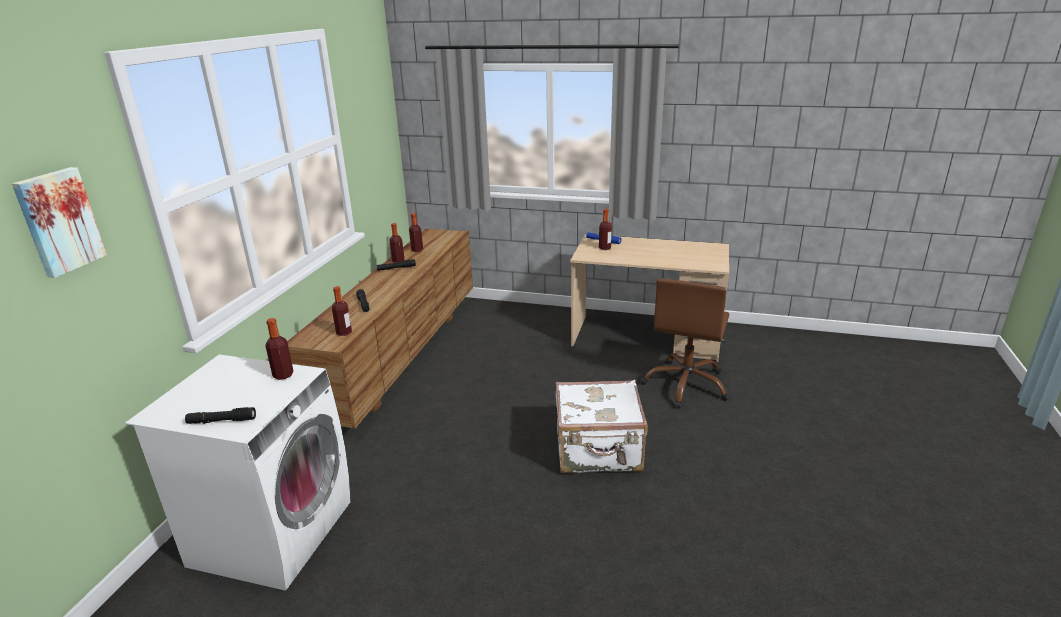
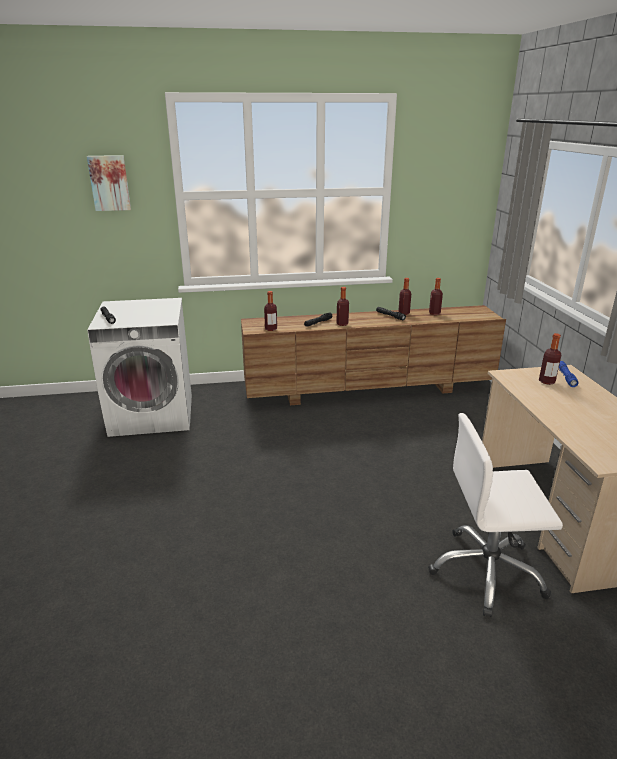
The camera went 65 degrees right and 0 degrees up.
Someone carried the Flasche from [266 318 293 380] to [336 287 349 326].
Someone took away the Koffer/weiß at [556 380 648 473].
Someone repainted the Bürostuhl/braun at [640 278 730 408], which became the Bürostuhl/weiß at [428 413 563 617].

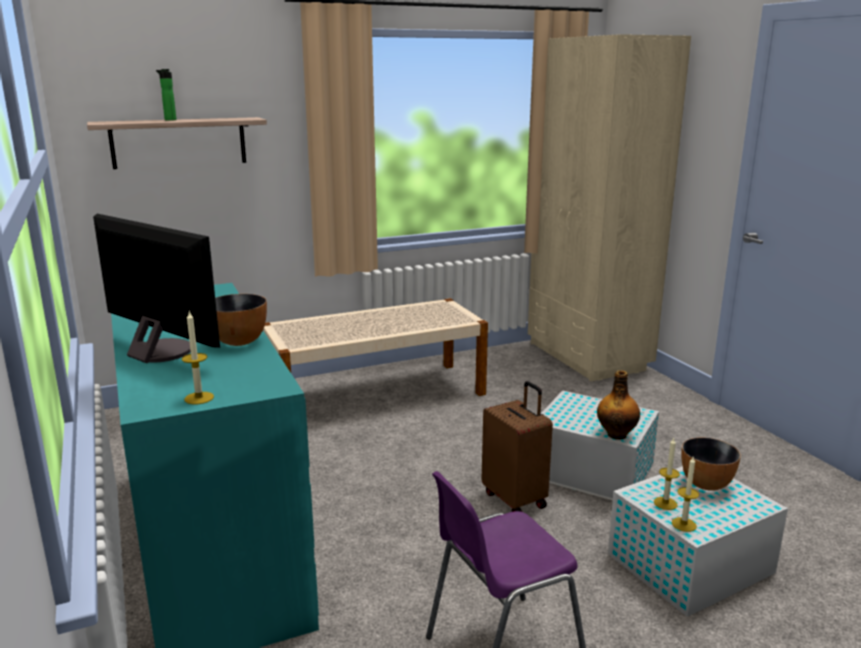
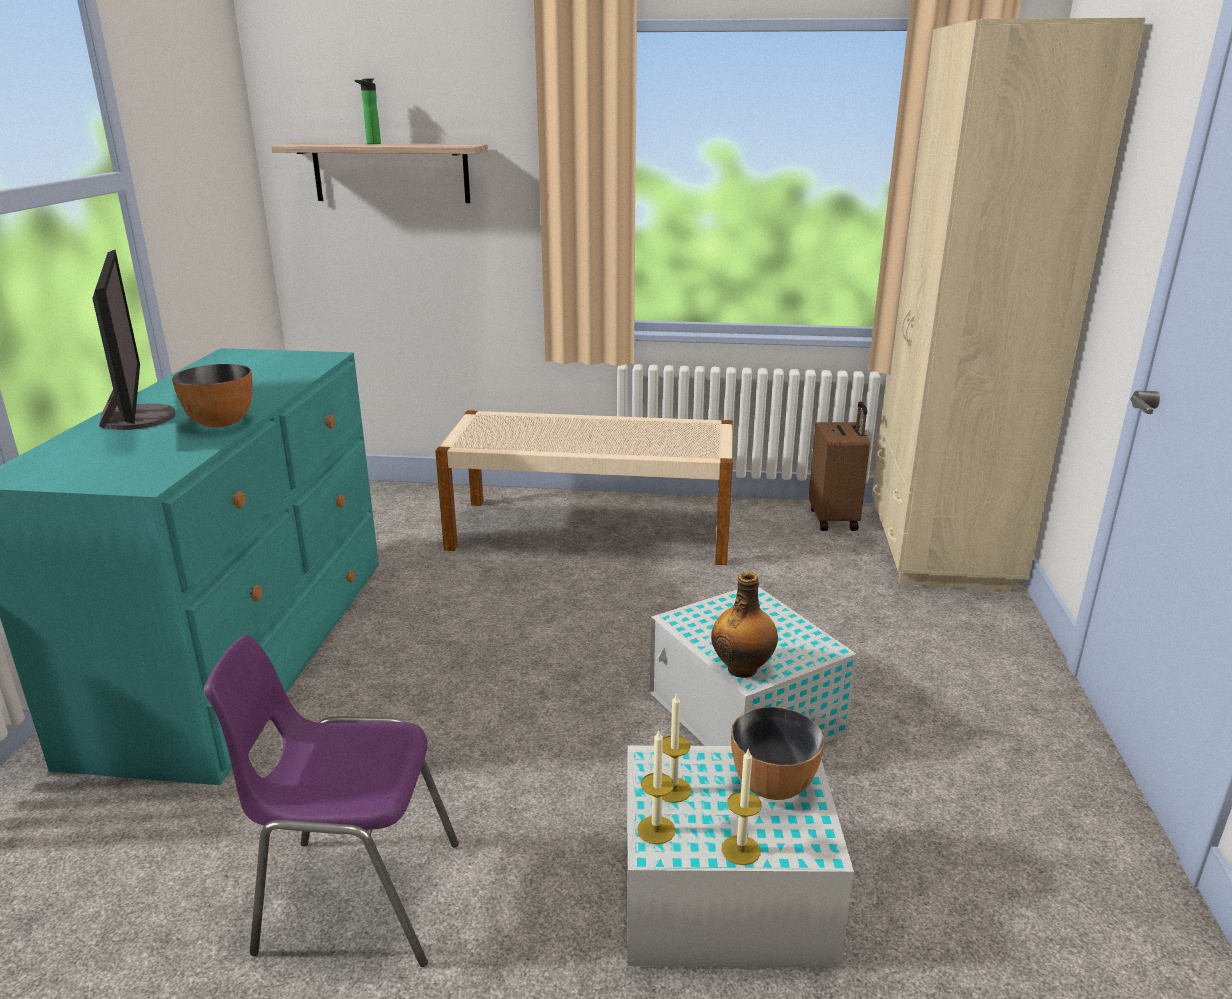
The camera went 30 degrees right and 5 degrees up.
Someone carried the Kerze from [182 312 214 404] to [721 748 761 865].
Someone carried the Koffer/braun from [482 381 553 512] to [809 402 870 531].

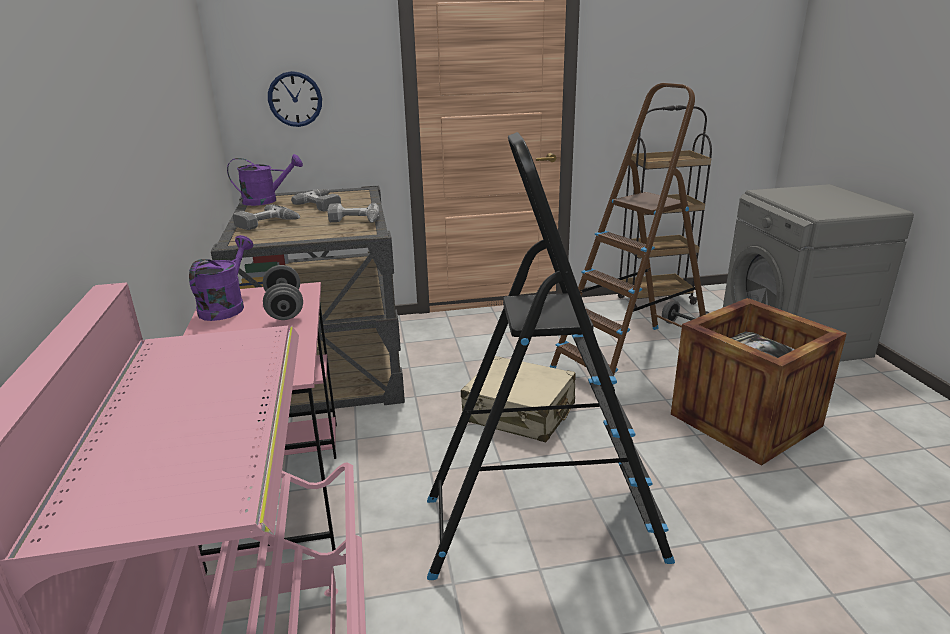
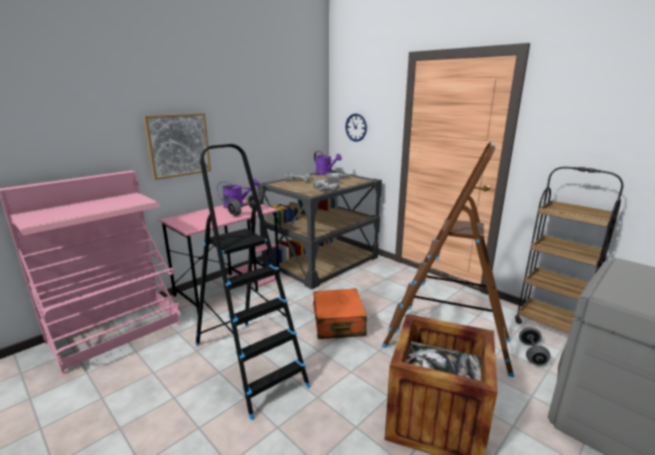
The camera went 55 degrees right and 5 degrees down.
Someone repainted the Koffer/beige at [461 356 576 442], which became the Koffer/orange at [312 288 367 339].
Someone put up the Bild at [143 113 211 180].

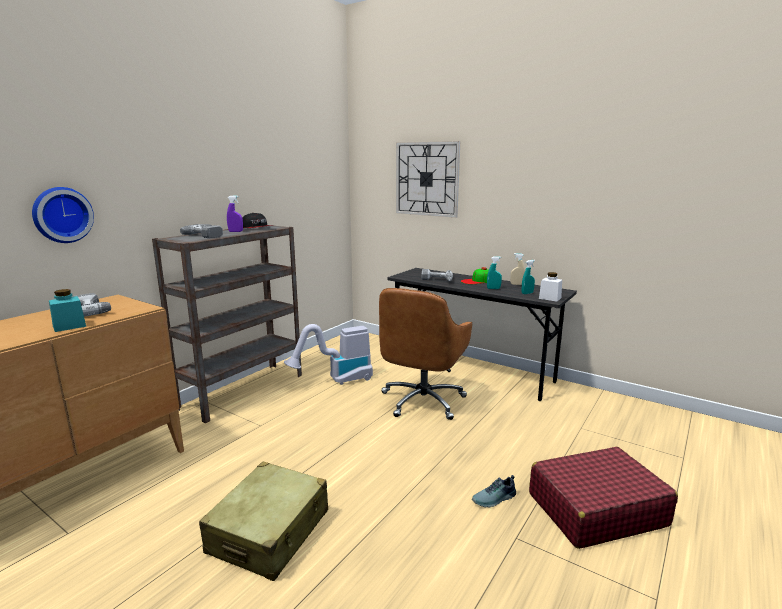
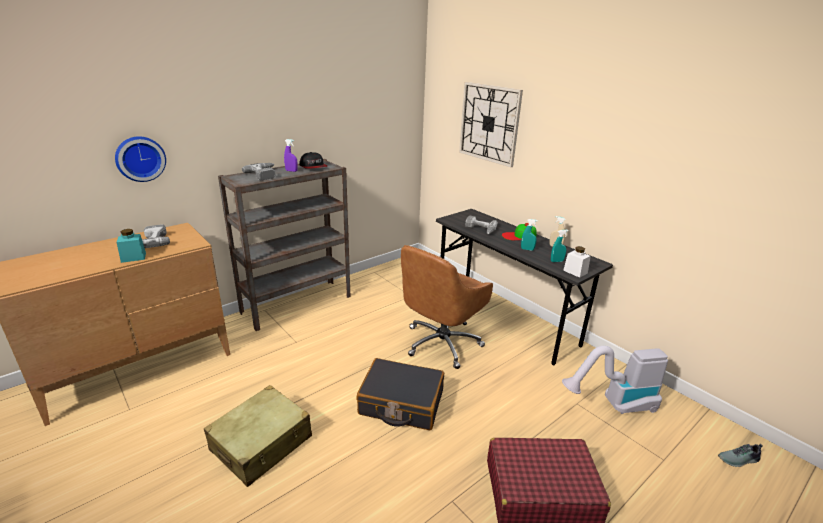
The camera went 15 degrees right and 10 degrees up.
Someone carried the Staubsauger from [284 324 373 385] to [562 346 668 414].
Someone carried the Schuh from [472 475 516 507] to [718 444 763 467].
Someone put down the Koffer/schwarz at [356 358 444 430].

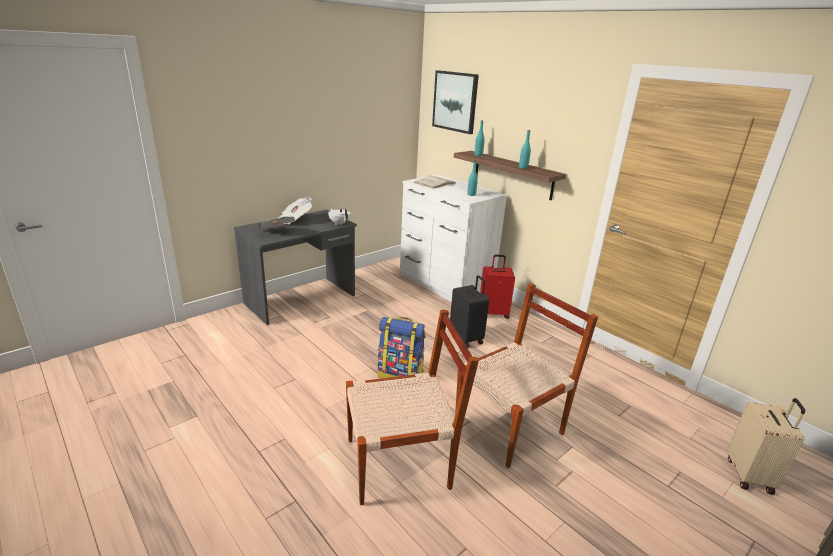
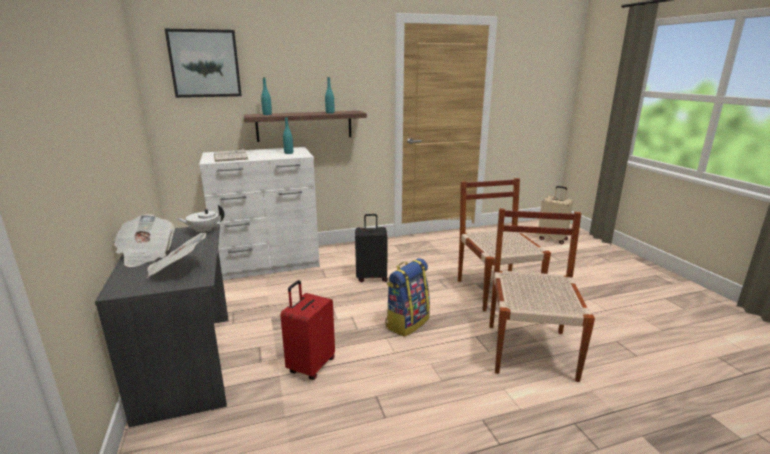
The camera went 65 degrees left and 5 degrees down.
Someone carried the Koffer/rot from [480 255 515 319] to [280 280 335 380].

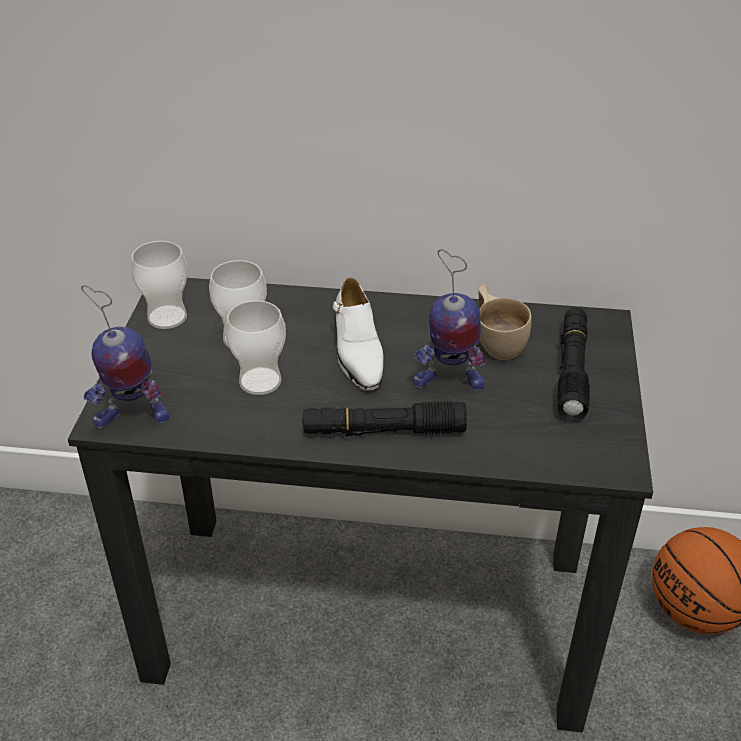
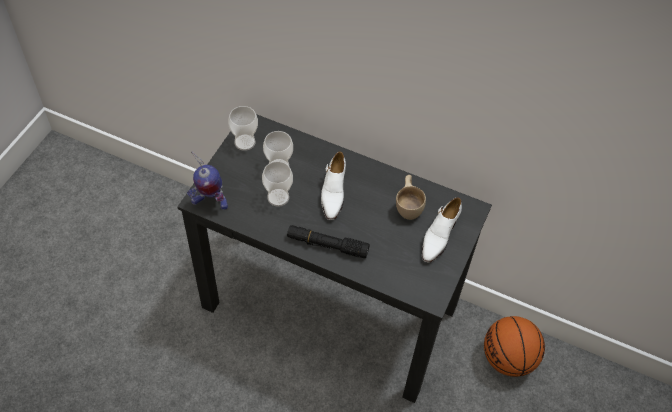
The camera went 15 degrees right and 15 degrees up.
Someone took away the Spielzeugroboter at [412 249 486 390].
Someone swapped the Taschenlampe/schwarz at [557 308 590 421] for the Schuh/weiß at [422 197 462 262].

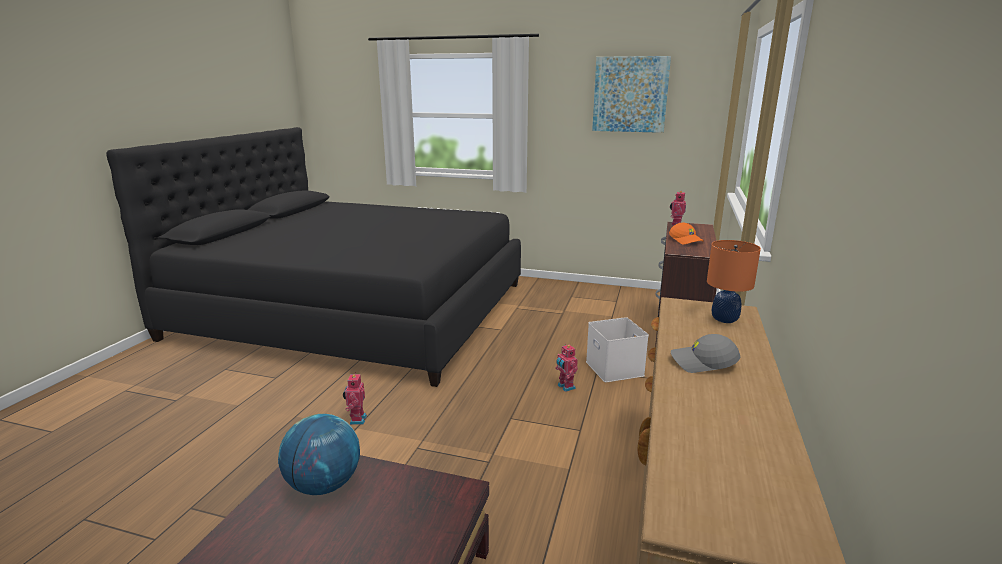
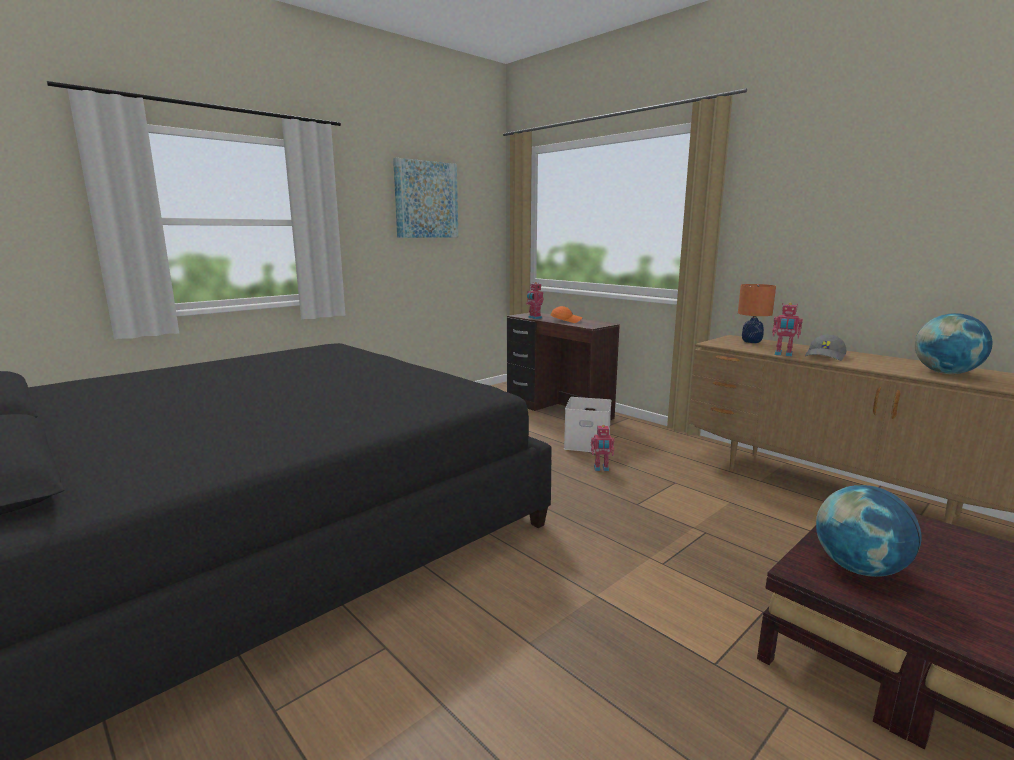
The camera went 60 degrees left and 5 degrees down.
Someone carried the Spielzeugroboter from [343 372 367 425] to [772 303 803 357].
Someone put down the Globus at [915 313 992 374].

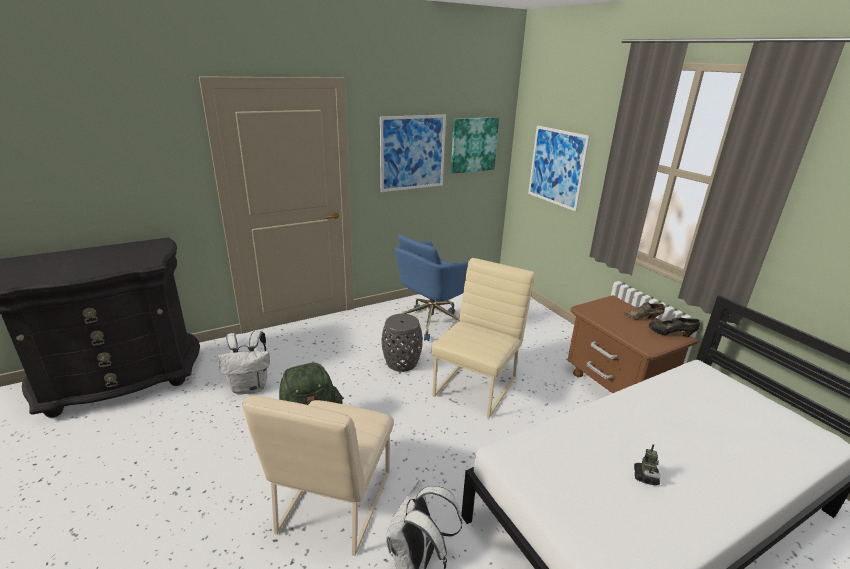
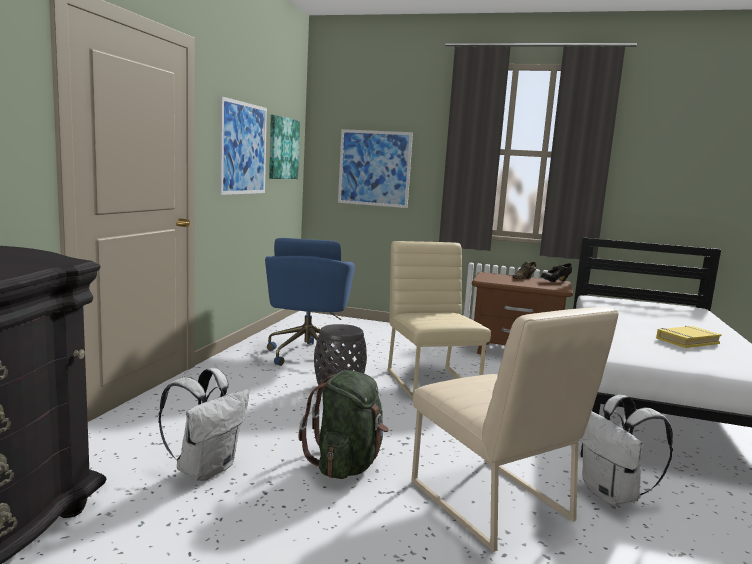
The camera went 45 degrees left and 15 degrees down.
Someone swapped the Spielzeugroboter at [634 444 661 485] for the Buch/gelb at [656 326 722 348].

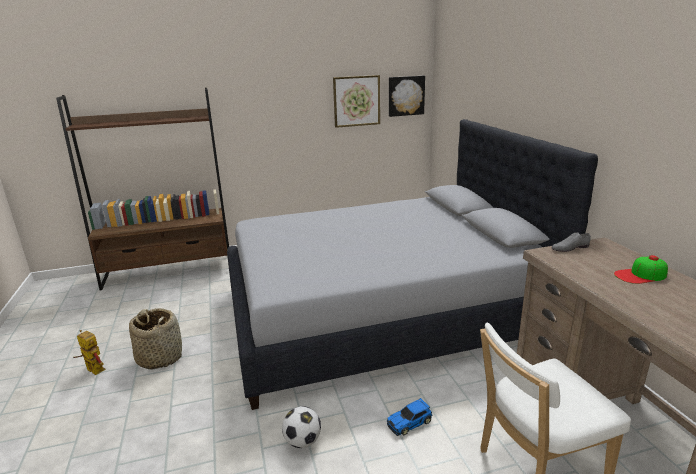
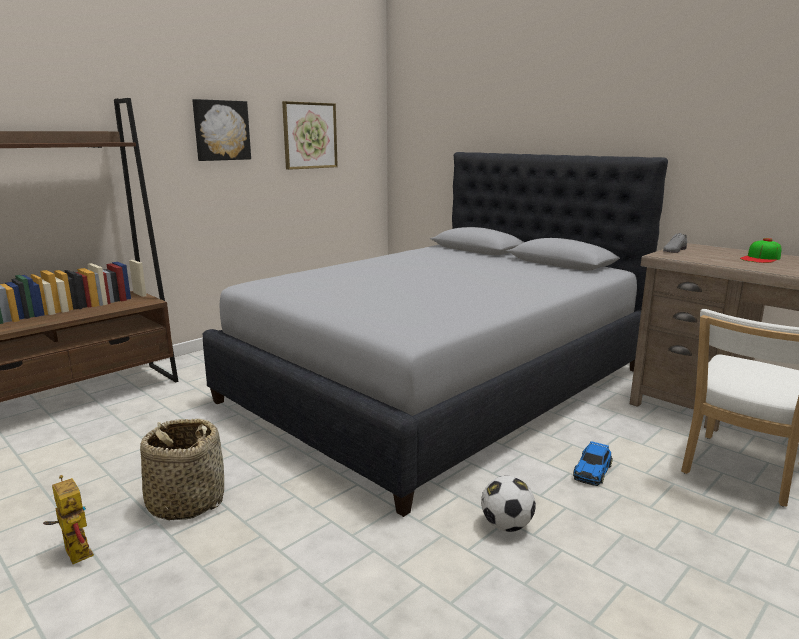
The camera went 30 degrees left and 5 degrees down.
Someone rotated the Spielzeugroboter at [73 330 105 375] by 45 degrees clockwise.
Someone carried the Bild from [389 76 425 117] to [192 99 251 161].

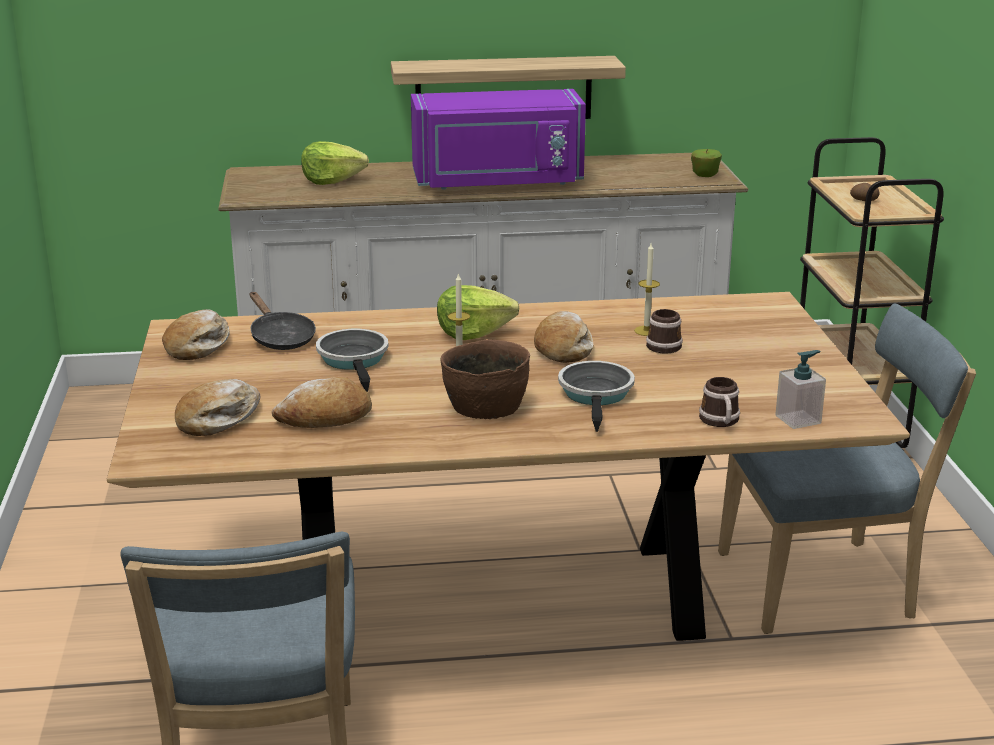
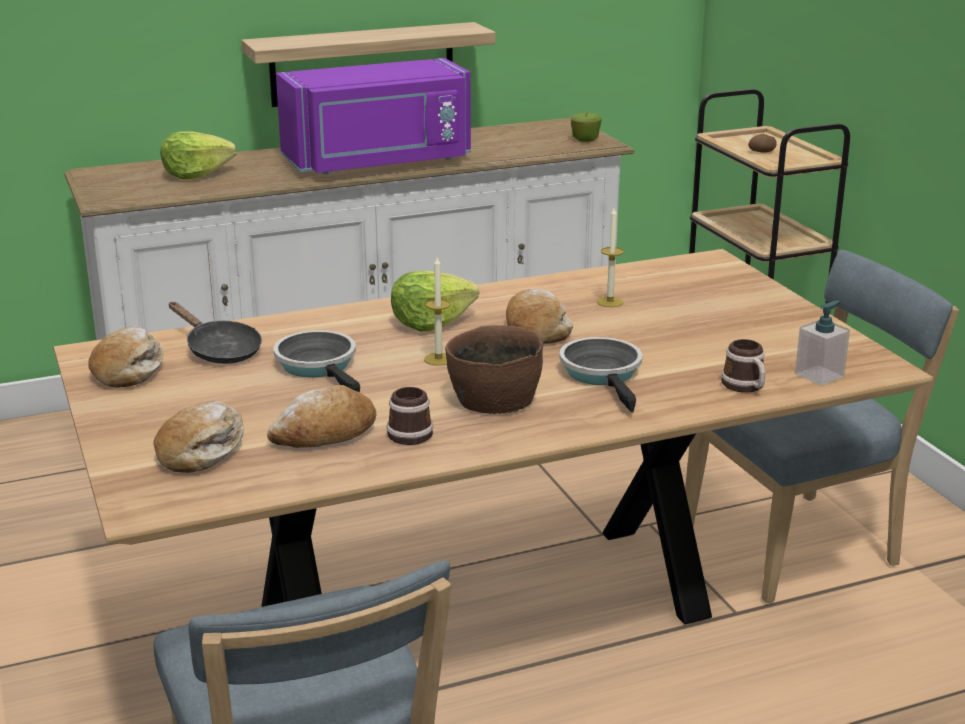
The camera went 15 degrees left and 0 degrees up.
Someone carried the Henkelbecher from [646 309 683 354] to [387 386 433 445].

